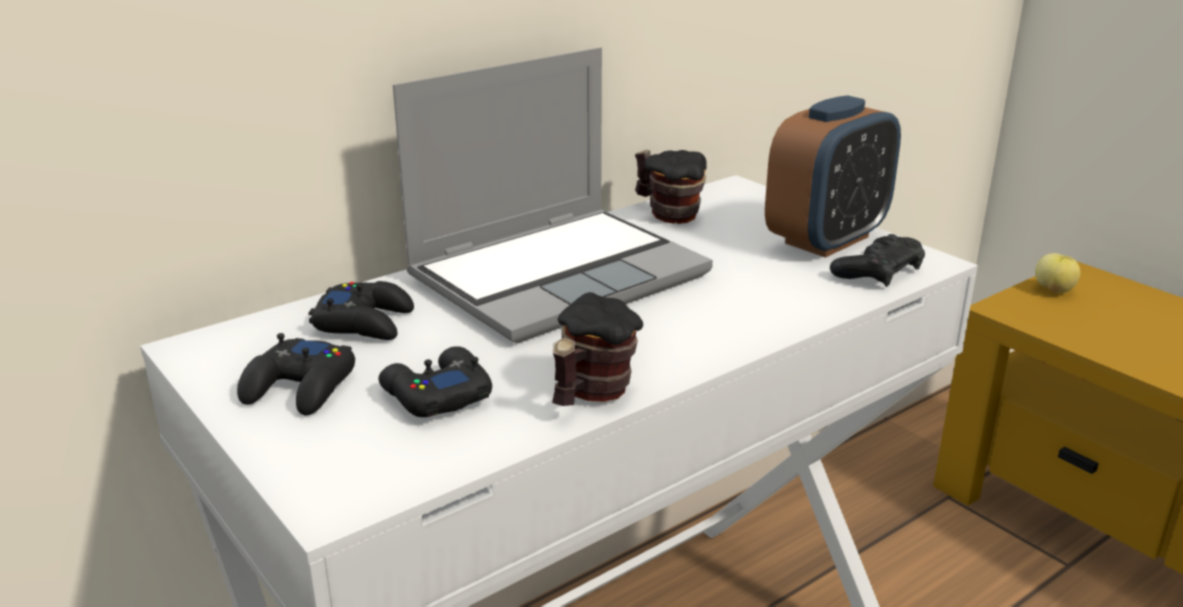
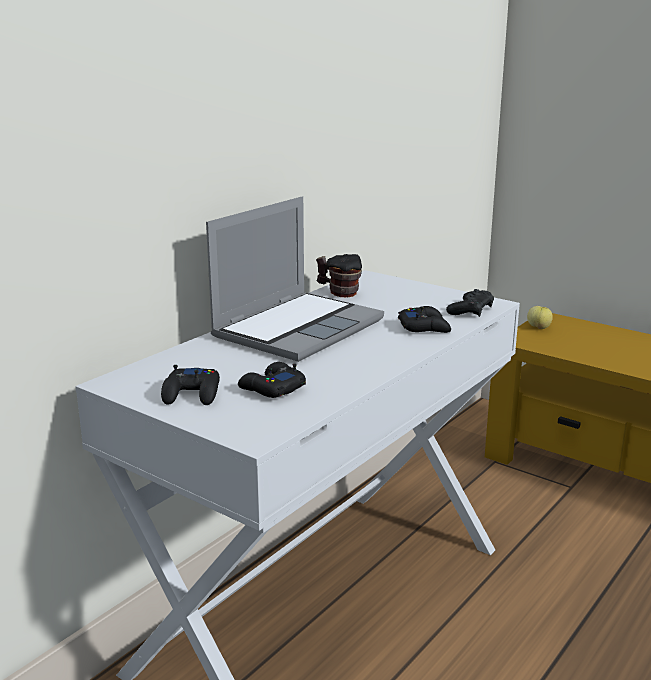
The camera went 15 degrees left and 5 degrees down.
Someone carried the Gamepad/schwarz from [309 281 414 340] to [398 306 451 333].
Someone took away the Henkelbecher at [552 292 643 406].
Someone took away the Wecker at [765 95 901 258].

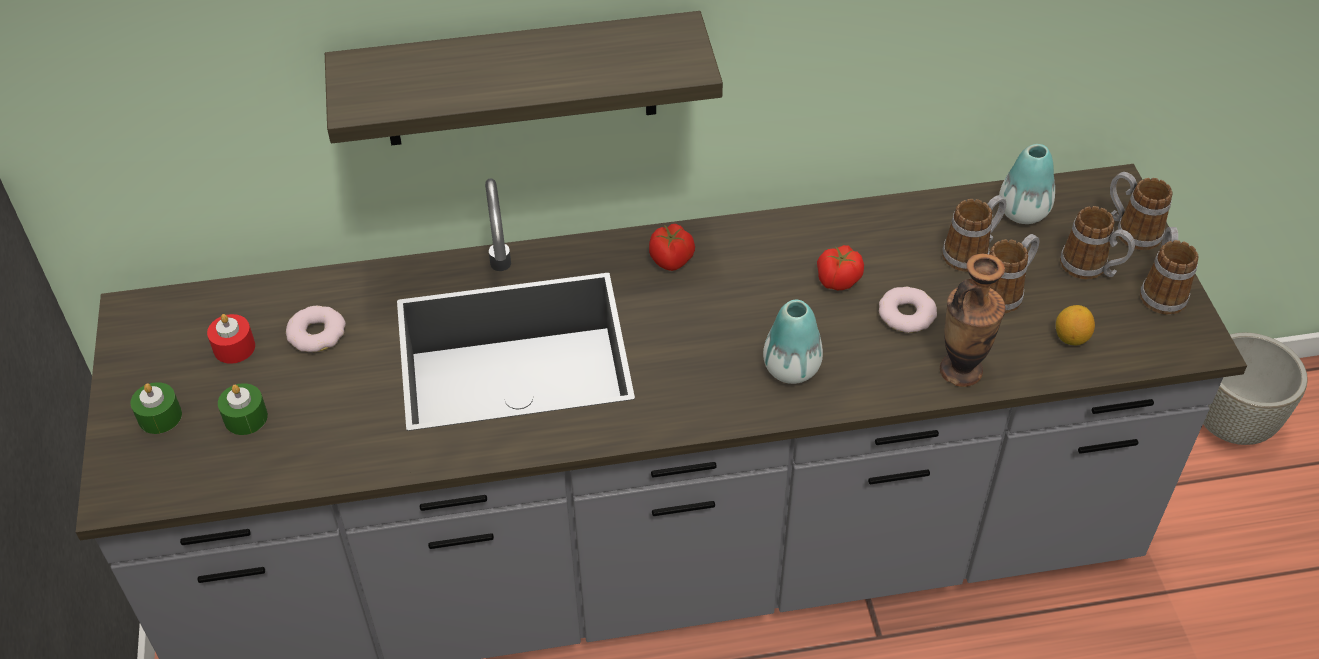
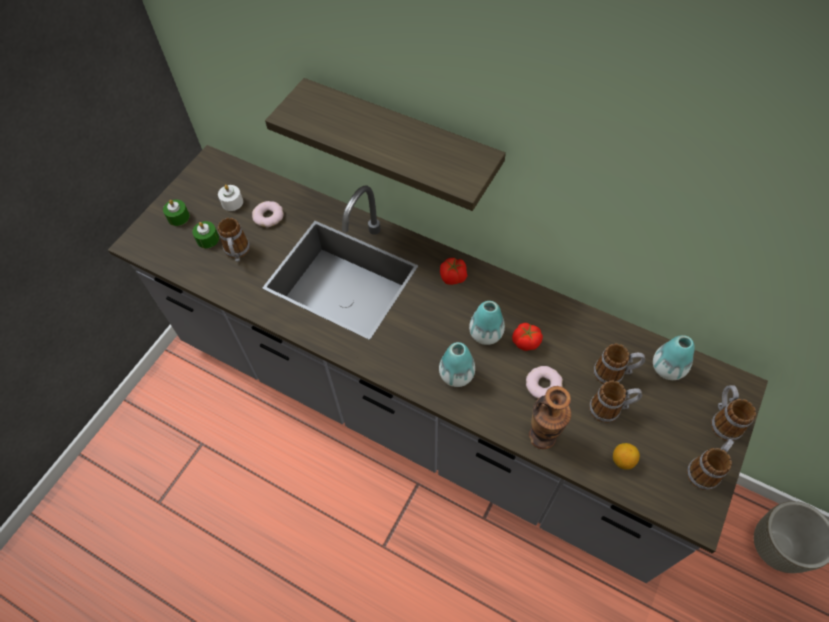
The camera went 40 degrees right and 10 degrees up.
Someone repainted the Kerze/rot at [207 314 255 364], which became the Kerze/weiß at [218 185 243 211].
Someone carried the Henkelbecher from [1060 206 1135 279] to [218 218 250 262].
Someone put down the Vase at [469 301 505 345].

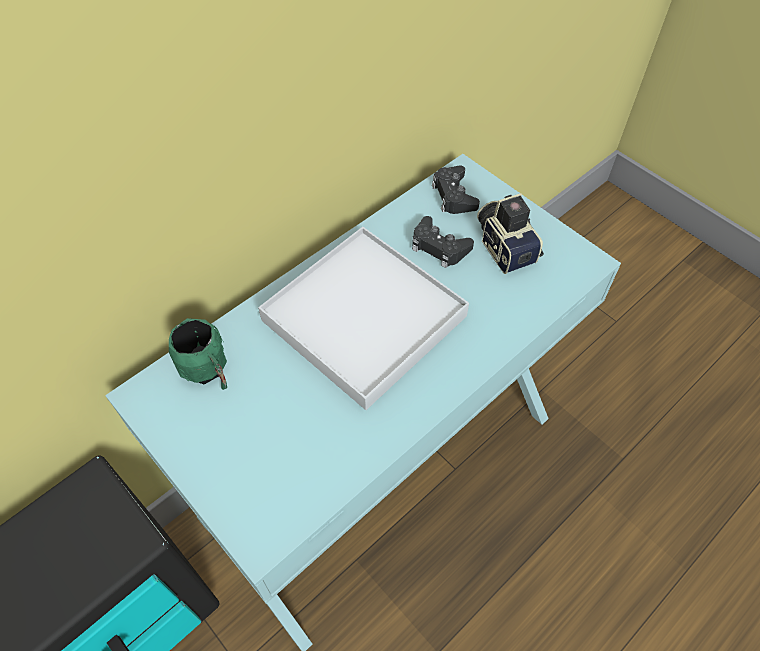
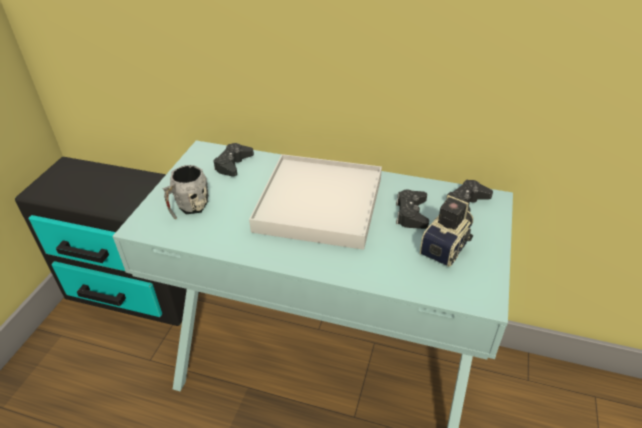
The camera went 60 degrees right and 15 degrees down.
Someone swapped the Henkelbecher/grün at [169 318 227 390] for the Gamepad/schwarz at [213 143 254 176].
Someone put down the Henkelbecher/grau at [162 165 209 219].

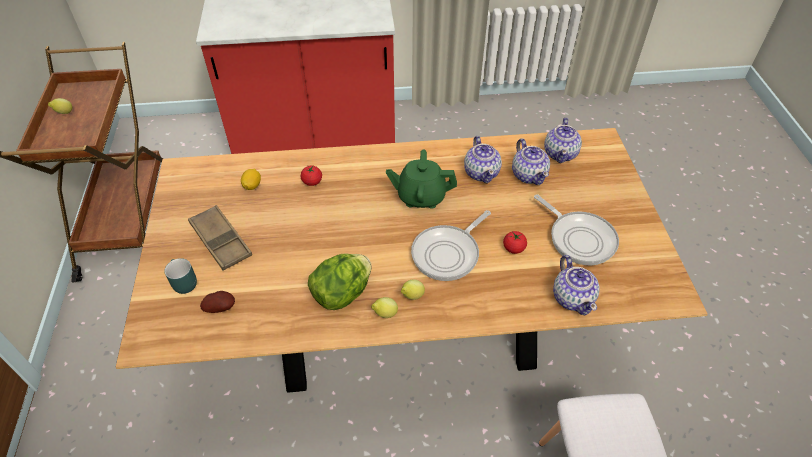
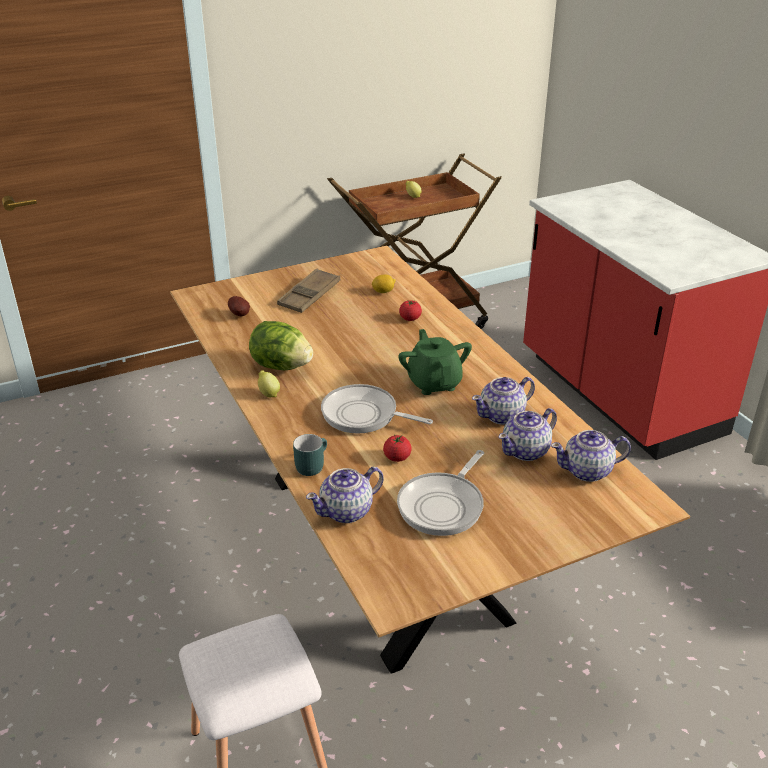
The camera went 70 degrees right and 15 degrees down.
Someone carried the Henkelbecher/türkis from [164 258 197 294] to [293 434 327 476].
Someone took away the Zitrone at [401 279 425 300].

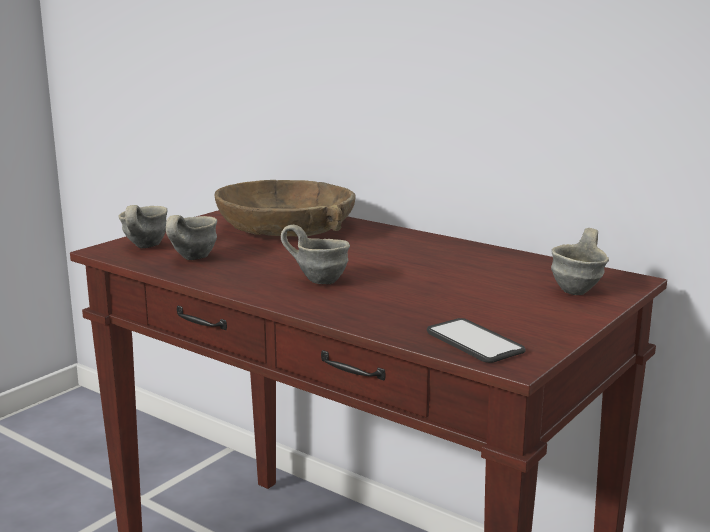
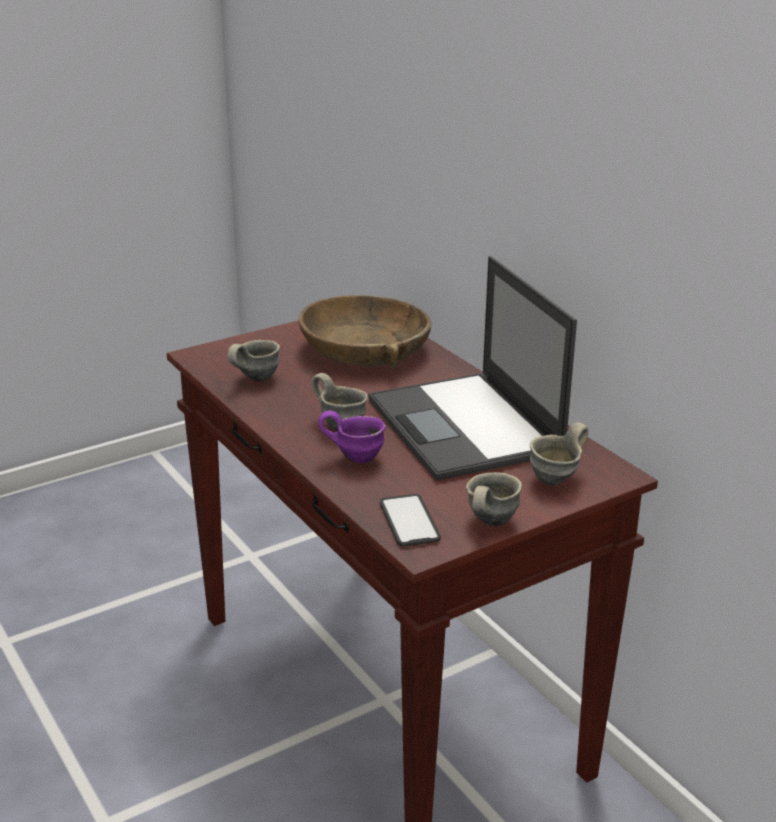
The camera went 20 degrees right and 10 degrees up.
Someone carried the Henkelbecher/grau from [118 205 168 248] to [466 472 522 526].
Someone put down the Henkelbecher/lila at [318 411 386 463].
Someone put down the Laptop at [369 256 577 481].

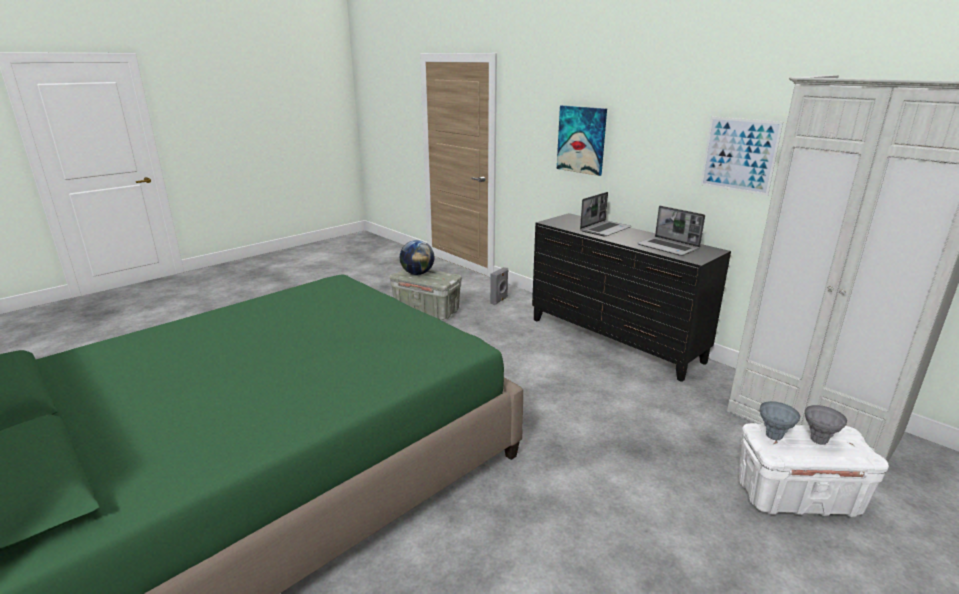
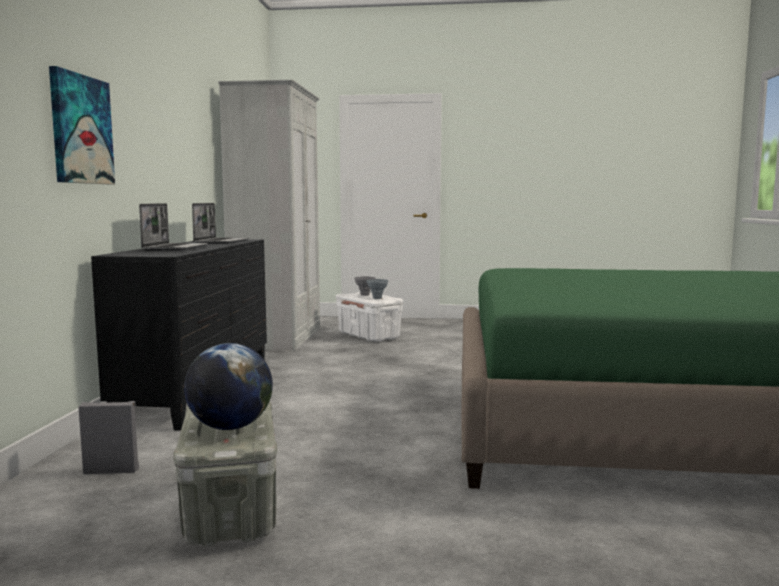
The camera went 130 degrees left and 15 degrees down.
Someone rotated the Laptop at [580 192 631 237] by 90 degrees clockwise.
Someone took away the Bild at [701 117 783 196].

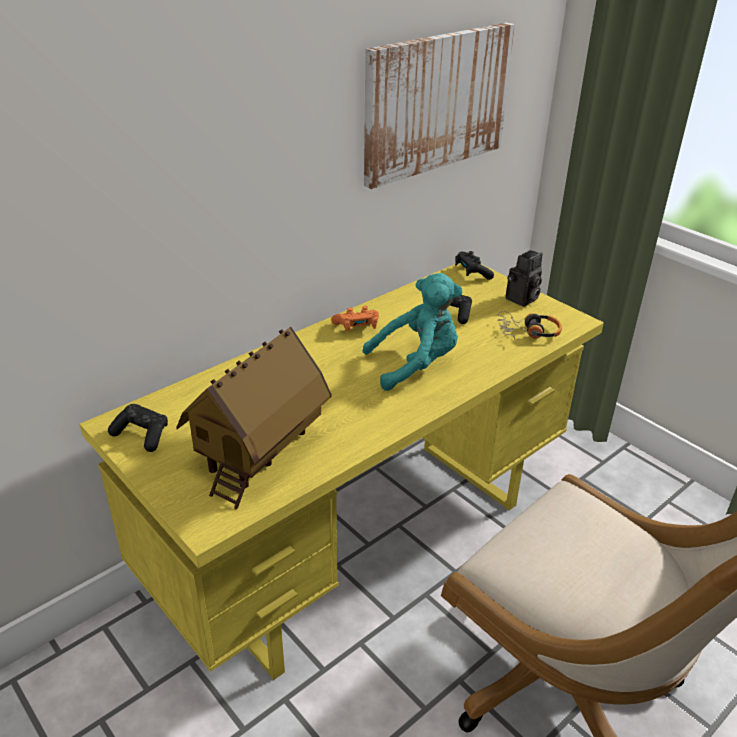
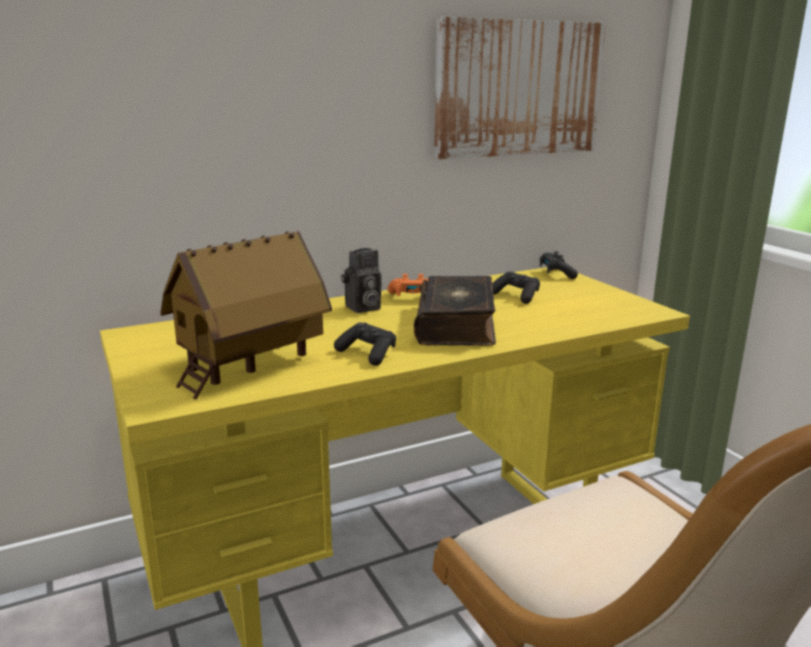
The camera went 15 degrees right and 15 degrees down.
Someone carried the Gamepad/schwarz from [108 404 168 452] to [334 322 396 366].
Someone swapped the Plüschtier/türkis at [362 273 462 391] for the Buch at [414 276 496 346].
Someone took away the Kopfhörer at [497 311 562 339].
Someone carried the Kamera from [506 250 543 307] to [341 248 381 313].

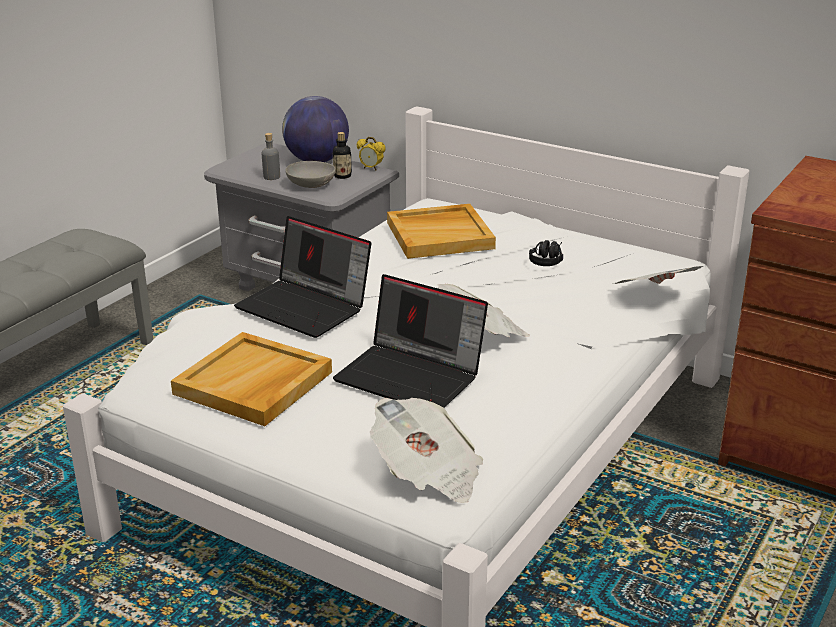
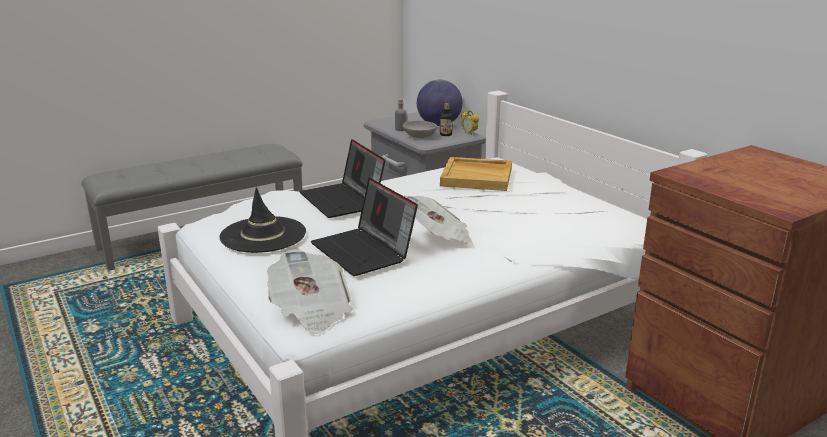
The camera went 25 degrees right and 5 degrees down.
Someone swapped the Tablett/beige at [171 332 332 426] for the Hut/schwarz at [219 187 306 253].
Someone took away the Kopfhörer/schwarz at [529 240 563 266].
Someone took away the Zeitung at [614 266 704 284].

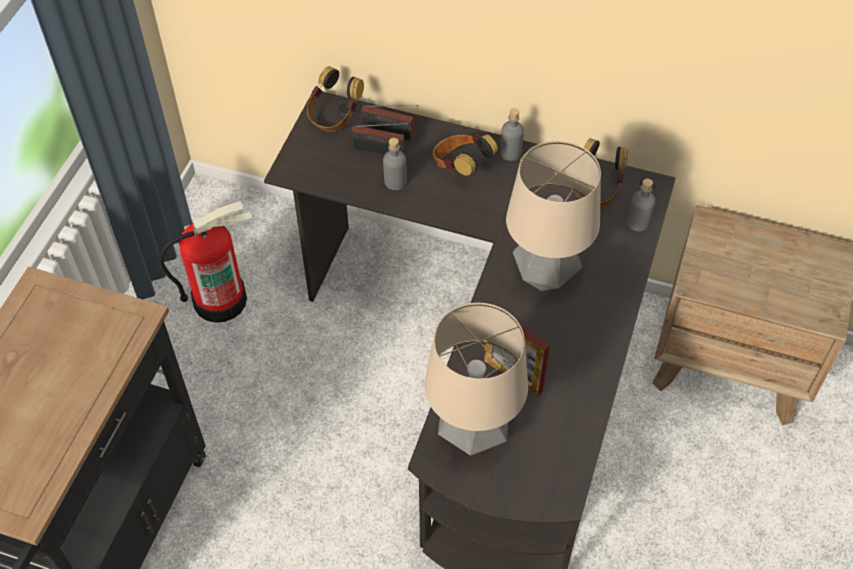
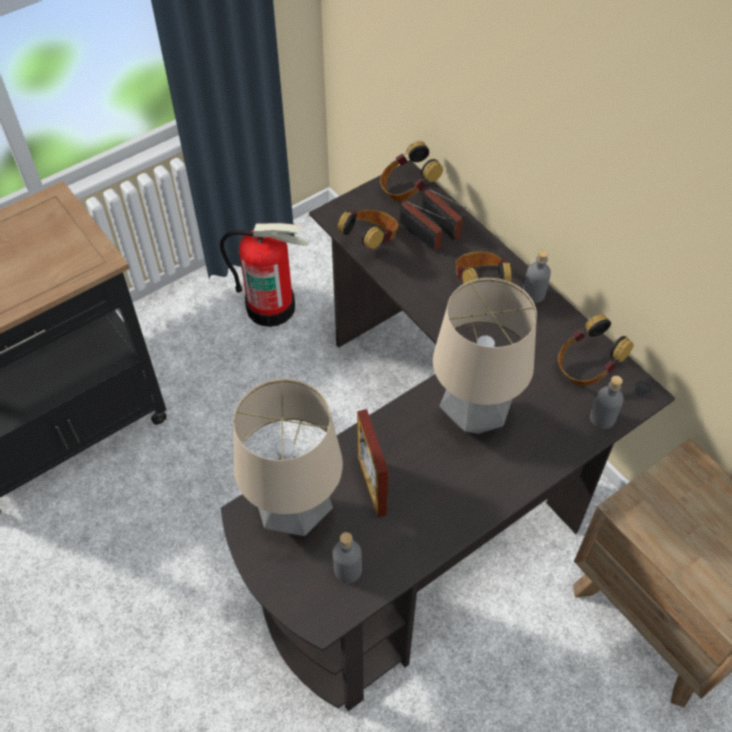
The camera went 35 degrees right and 0 degrees up.
Someone carried the Flasche/grau from [383 138 407 190] to [333 532 362 583].
Someone put down the Kopfhörer at [337 210 398 249].

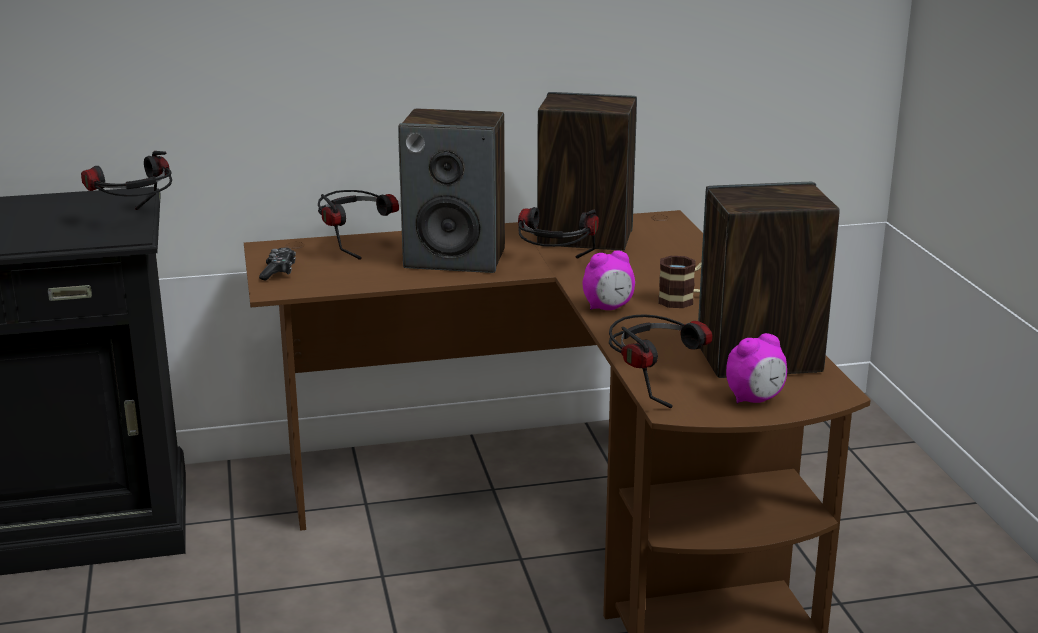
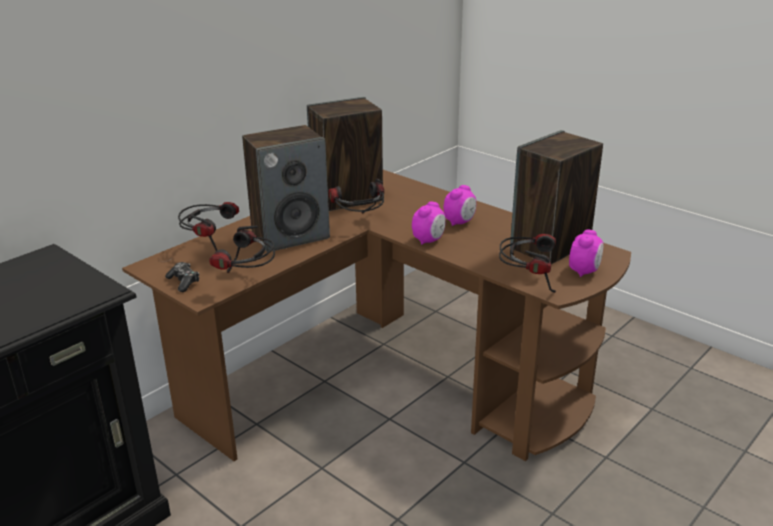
The camera went 35 degrees left and 5 degrees up.
Someone carried the Kopfhörer from [81 151 172 210] to [209 226 275 273].
Someone swapped the Henkelbecher at [658 256 702 308] for the Wecker at [444 185 476 226].

